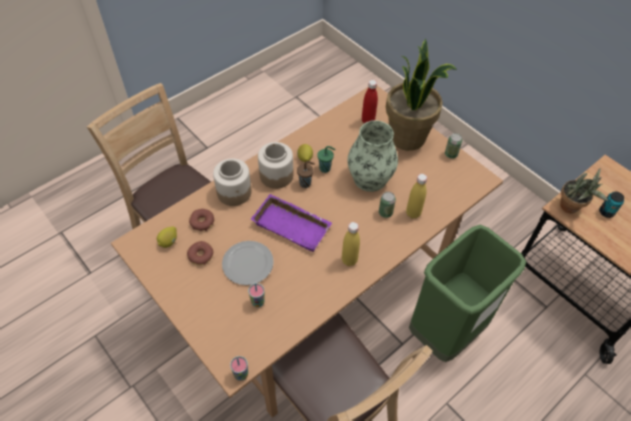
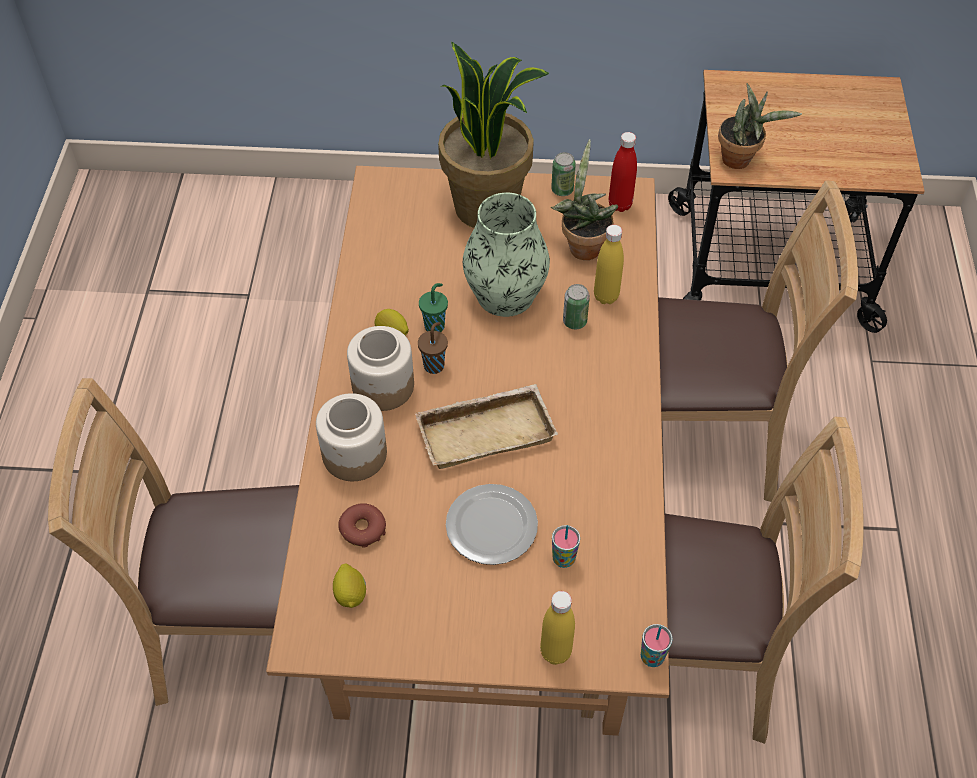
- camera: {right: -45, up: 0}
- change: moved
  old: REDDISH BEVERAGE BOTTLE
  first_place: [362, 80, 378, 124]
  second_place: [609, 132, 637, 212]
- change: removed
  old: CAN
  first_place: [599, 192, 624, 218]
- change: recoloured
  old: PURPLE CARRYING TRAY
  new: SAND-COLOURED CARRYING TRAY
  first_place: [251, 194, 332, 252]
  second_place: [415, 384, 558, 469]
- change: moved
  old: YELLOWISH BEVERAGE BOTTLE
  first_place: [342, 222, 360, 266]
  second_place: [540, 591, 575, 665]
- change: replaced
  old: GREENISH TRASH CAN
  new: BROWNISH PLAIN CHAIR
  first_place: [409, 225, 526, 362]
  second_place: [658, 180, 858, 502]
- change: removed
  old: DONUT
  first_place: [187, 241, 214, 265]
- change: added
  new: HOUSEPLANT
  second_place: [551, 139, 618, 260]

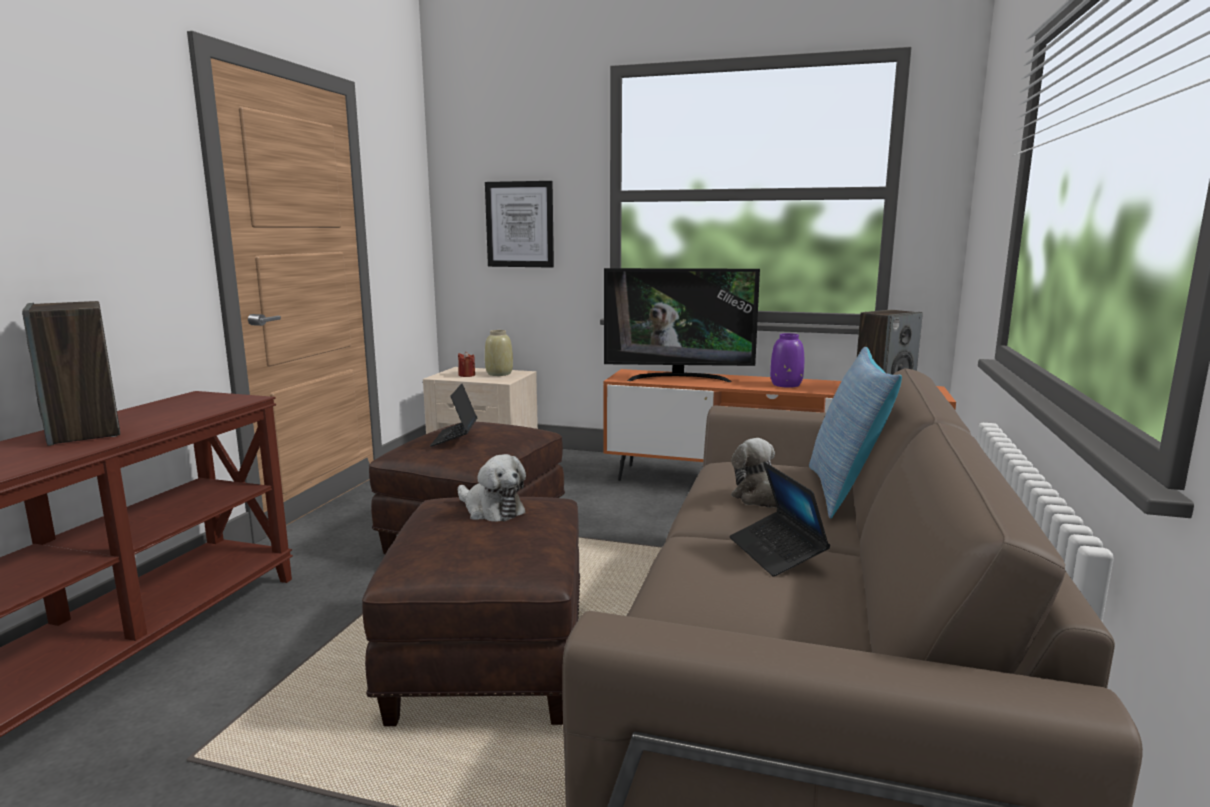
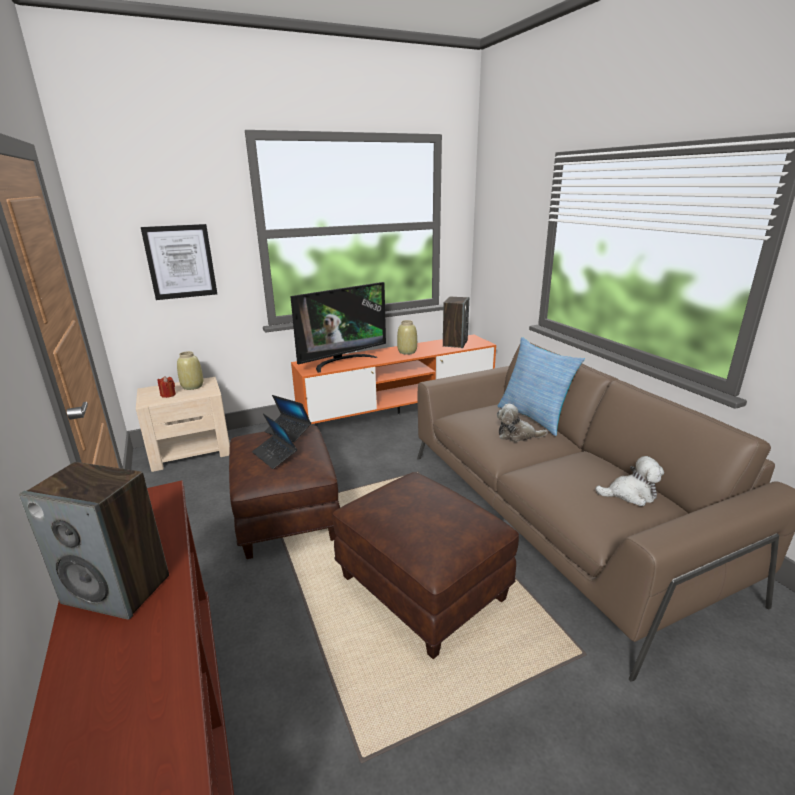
- camera: {right: -40, up: 10}
- change: recoloured
  old: PURPLE DECORATIVE VASE
  new: SAND-COLOURED DECORATIVE VASE
  first_place: [770, 333, 804, 388]
  second_place: [397, 320, 417, 355]
- change: moved
  old: CUDDLY TOY
  first_place: [458, 454, 526, 522]
  second_place: [595, 456, 664, 506]
- change: moved
  old: NOTEBOOK COMPUTER
  first_place: [729, 462, 830, 577]
  second_place: [265, 395, 311, 442]

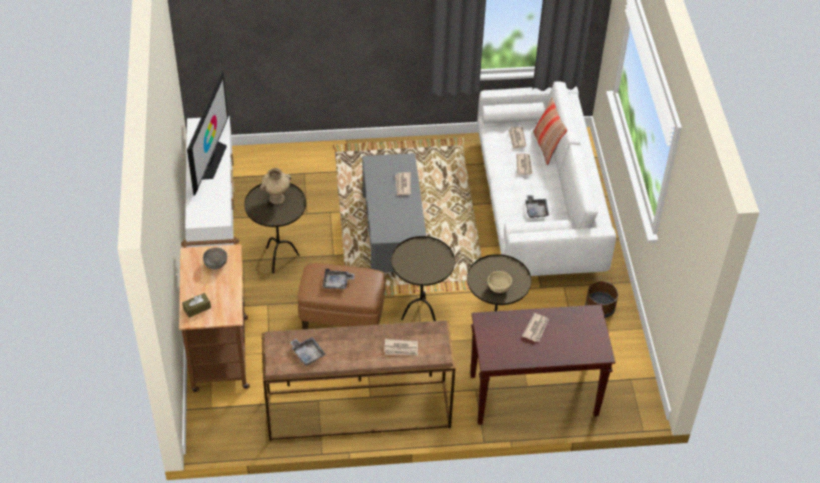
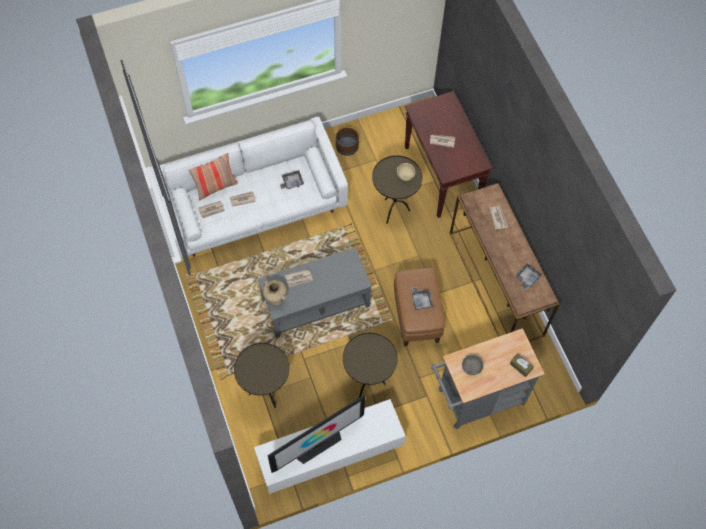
- camera: {right: -105, up: 15}
- change: turned
  old: TELEVISION
  first_place: [187, 71, 228, 196]
  second_place: [267, 395, 365, 473]
  degrees: 150
- change: moved
  old: SAND-COLOURED DECORATIVE VASE
  first_place: [260, 168, 292, 205]
  second_place: [262, 280, 287, 305]
- change: moved
  old: BROWNISH SIDE TABLE
  first_place: [391, 236, 455, 321]
  second_place: [234, 343, 289, 408]
- change: recoloured
  old: BROWNISH WHEELED CART
  new: GREYISH WHEELED CART
  first_place: [179, 237, 250, 392]
  second_place: [431, 328, 545, 429]

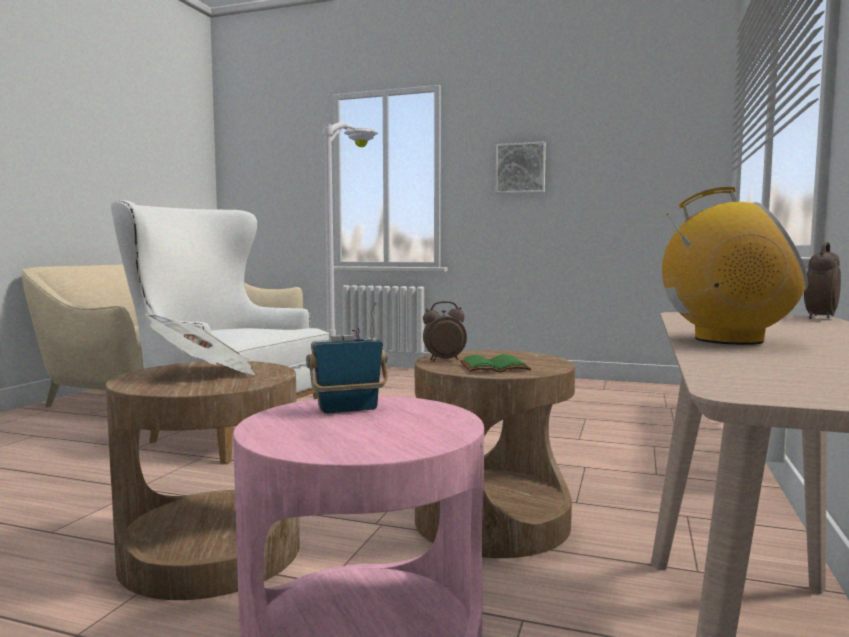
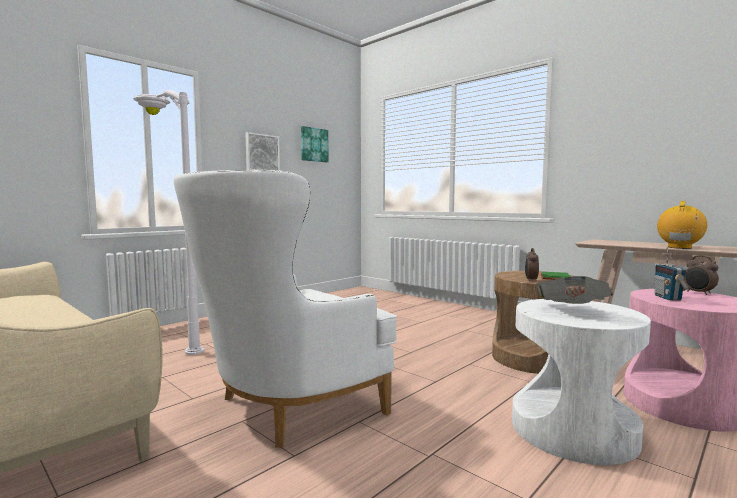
- camera: {right: -65, up: 0}
- change: moved
  old: ALARM CLOCK
  first_place: [804, 242, 841, 319]
  second_place: [685, 255, 719, 295]
- change: recoloured
  old: BROWNISH SIDE TABLE
  new: WHITISH SIDE TABLE
  first_place: [106, 361, 300, 600]
  second_place: [512, 299, 651, 465]
- change: added
  new: PICTURE
  second_place: [301, 126, 329, 162]

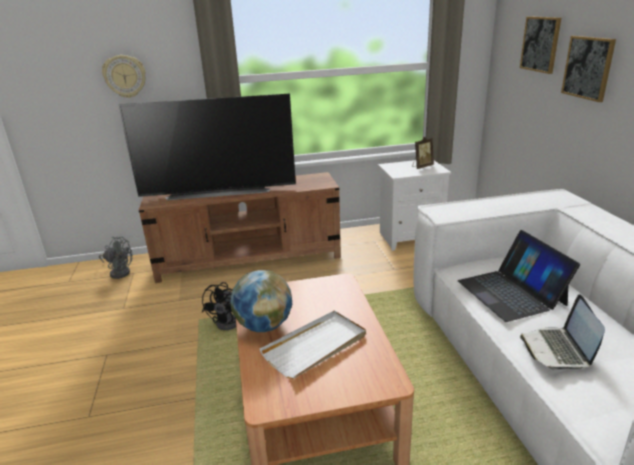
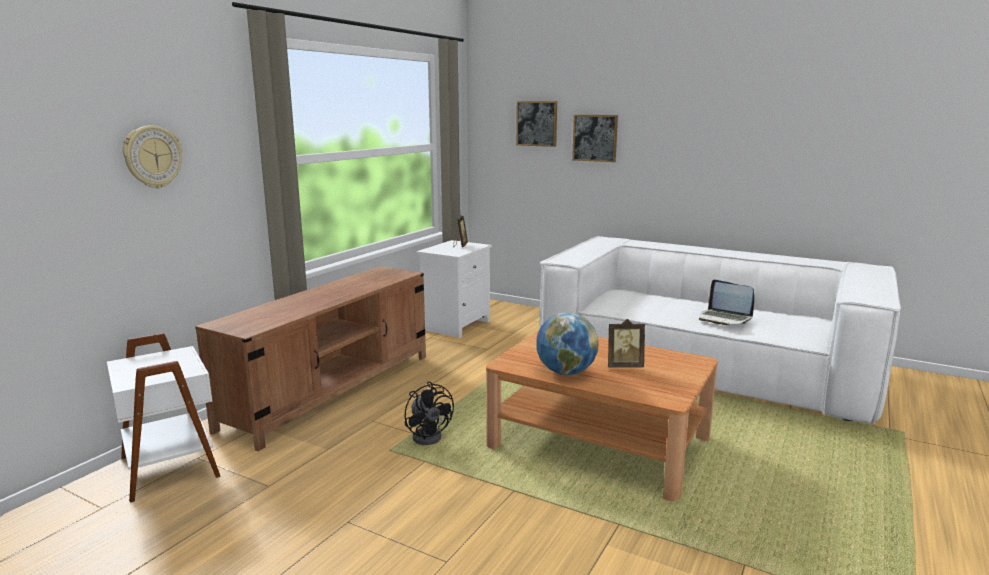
- camera: {right: -50, up: -10}
- change: removed
  old: TELEVISION
  first_place: [118, 94, 296, 200]
- change: removed
  old: NOTEBOOK COMPUTER
  first_place: [458, 230, 580, 322]
- change: replaced
  old: GREYISH ELECTRIC FAN
  new: WHITISH SIDE TABLE
  first_place: [99, 236, 133, 279]
  second_place: [107, 333, 220, 502]
- change: replaced
  old: WHITISH CARRYING TRAY
  new: STANDING FRAME
  first_place: [259, 310, 366, 379]
  second_place: [608, 319, 645, 368]

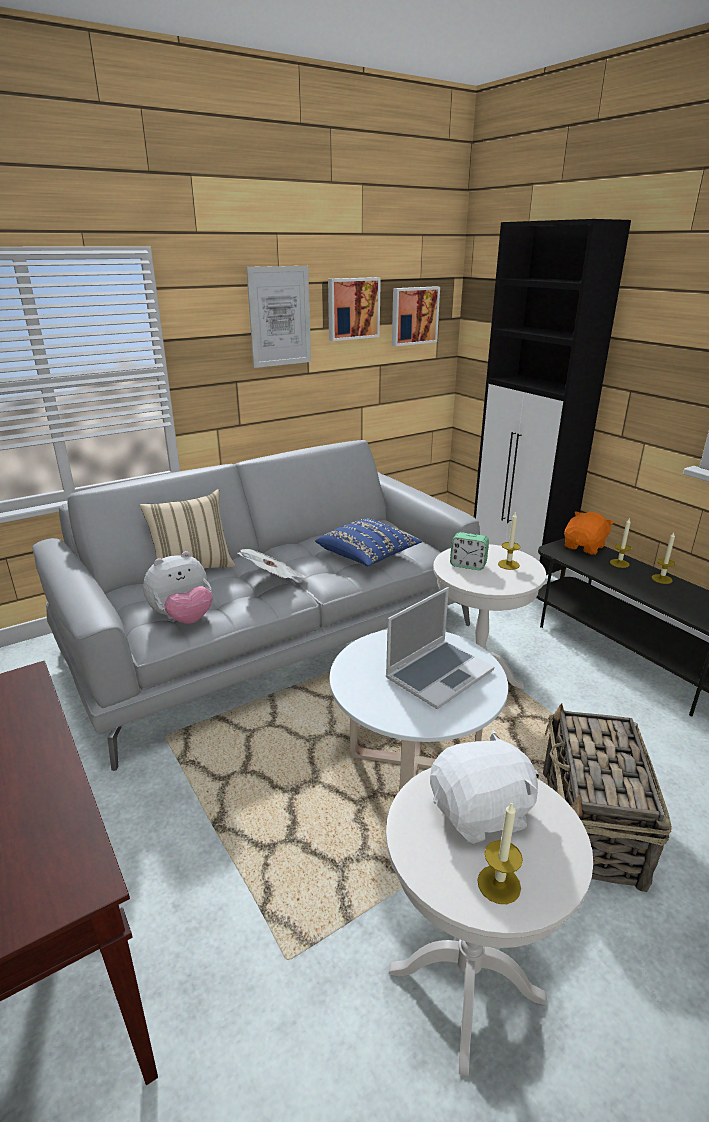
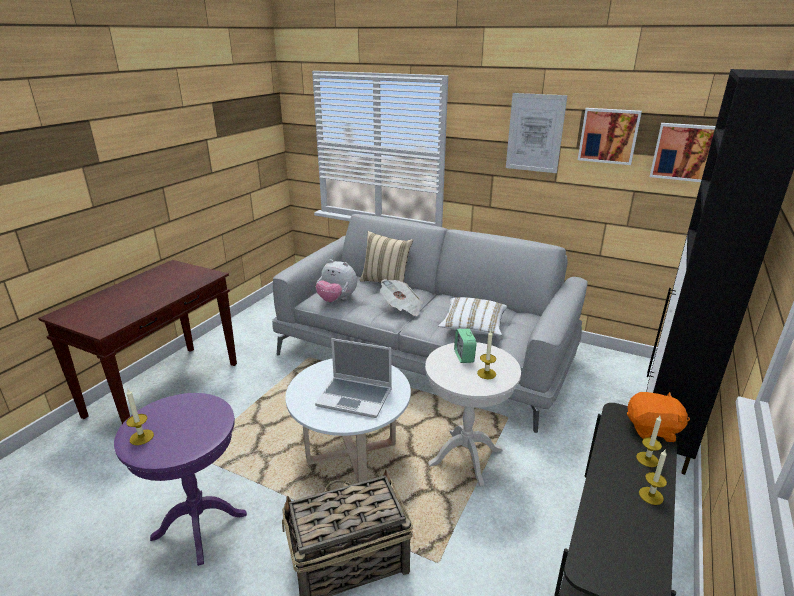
- camera: {right: 60, up: 0}
- change: recoloured
  old: BLUE-COLOURED CUSHION
  new: WHITISH CUSHION
  first_place: [315, 518, 422, 566]
  second_place: [438, 297, 507, 336]
- change: removed
  old: WHITISH CUDDLY TOY
  first_place: [430, 730, 539, 844]
- change: recoloured
  old: WHITISH SIDE TABLE
  new: PURPLE SIDE TABLE
  first_place: [386, 768, 593, 1076]
  second_place: [114, 393, 247, 566]

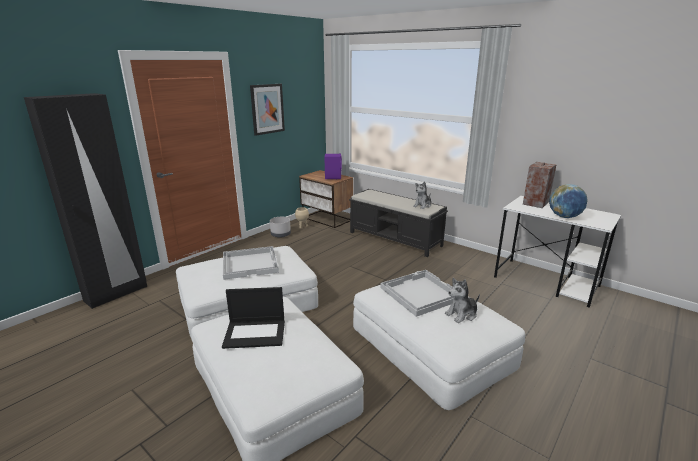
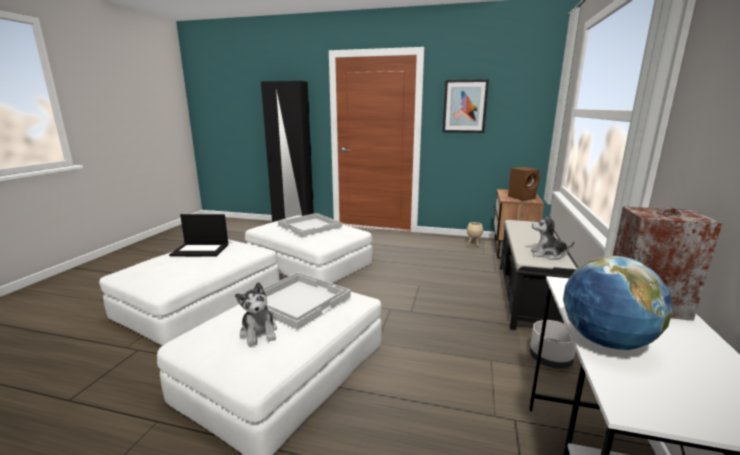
- camera: {right: 65, up: -5}
- change: recoloured
  old: PURPLE LOUDSPEAKER
  new: BROWNISH LOUDSPEAKER
  first_place: [324, 154, 342, 179]
  second_place: [508, 167, 540, 201]
- change: moved
  old: GREYISH PLANT POT
  first_place: [270, 217, 291, 238]
  second_place: [530, 320, 576, 369]
- change: turned
  old: CUDDLY TOY
  first_place: [445, 278, 480, 323]
  second_place: [235, 282, 277, 346]
  degrees: -150
- change: turned
  old: NOTEBOOK COMPUTER
  first_place: [222, 287, 285, 349]
  second_place: [169, 214, 228, 256]
  degrees: -60

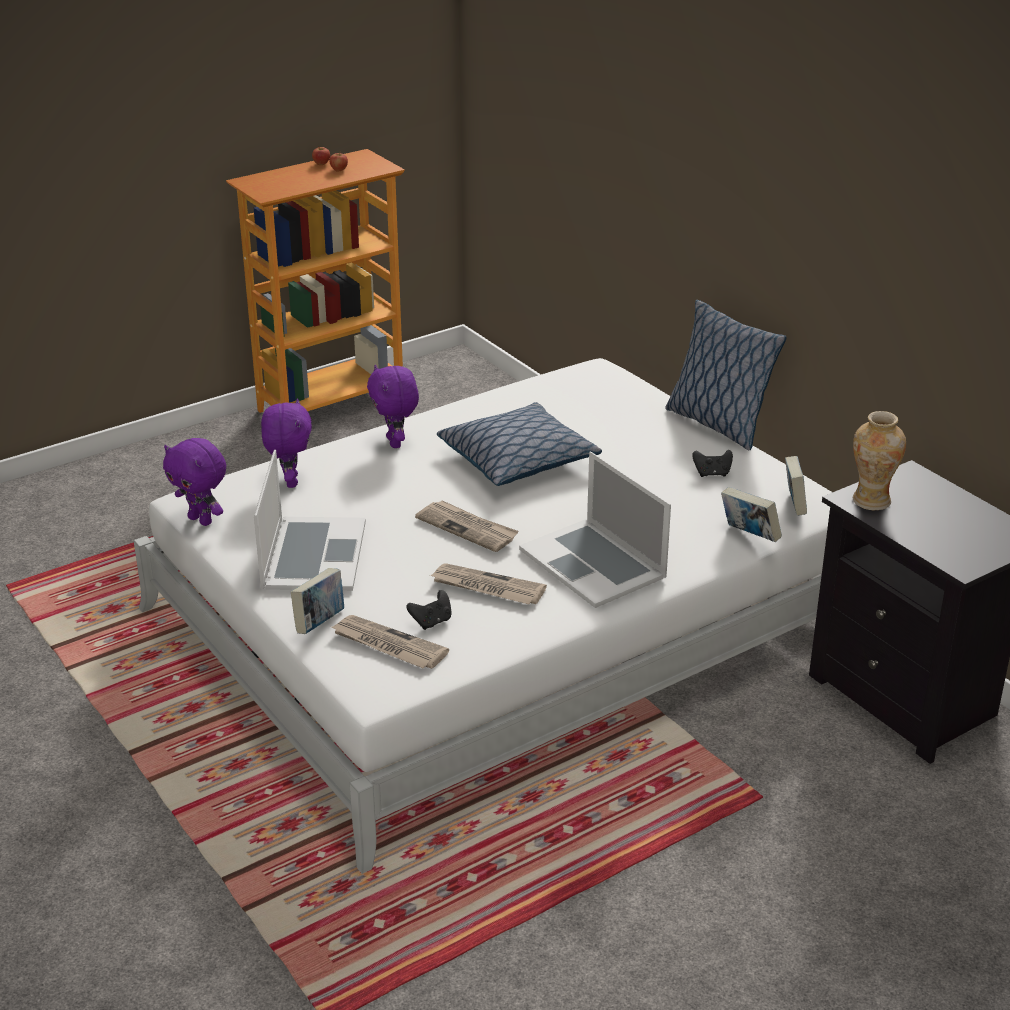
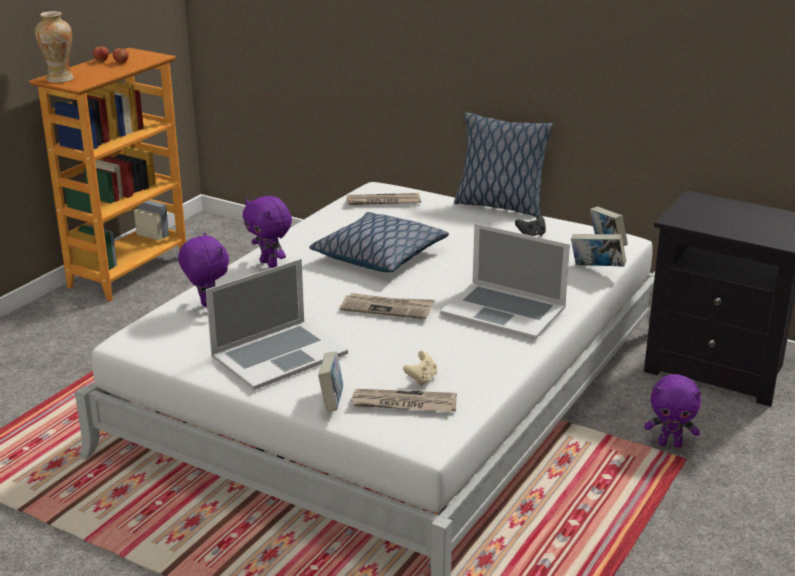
- camera: {right: -25, up: -5}
- change: moved
  old: DECORATIVE VASE
  first_place: [853, 411, 906, 510]
  second_place: [35, 11, 74, 83]
- change: moved
  old: PURPLE CUDDLY TOY
  first_place: [163, 438, 226, 526]
  second_place: [645, 374, 701, 448]
- change: turned
  old: NOTEBOOK COMPUTER
  first_place: [254, 450, 366, 591]
  second_place: [206, 259, 348, 390]
  degrees: 75
- change: moved
  old: NEWSPAPER
  first_place: [430, 563, 547, 604]
  second_place: [346, 193, 421, 205]
- change: recoloured
  old: BLACK GAMEPAD
  new: SAND-COLOURED GAMEPAD
  first_place: [406, 590, 452, 630]
  second_place: [403, 351, 437, 386]

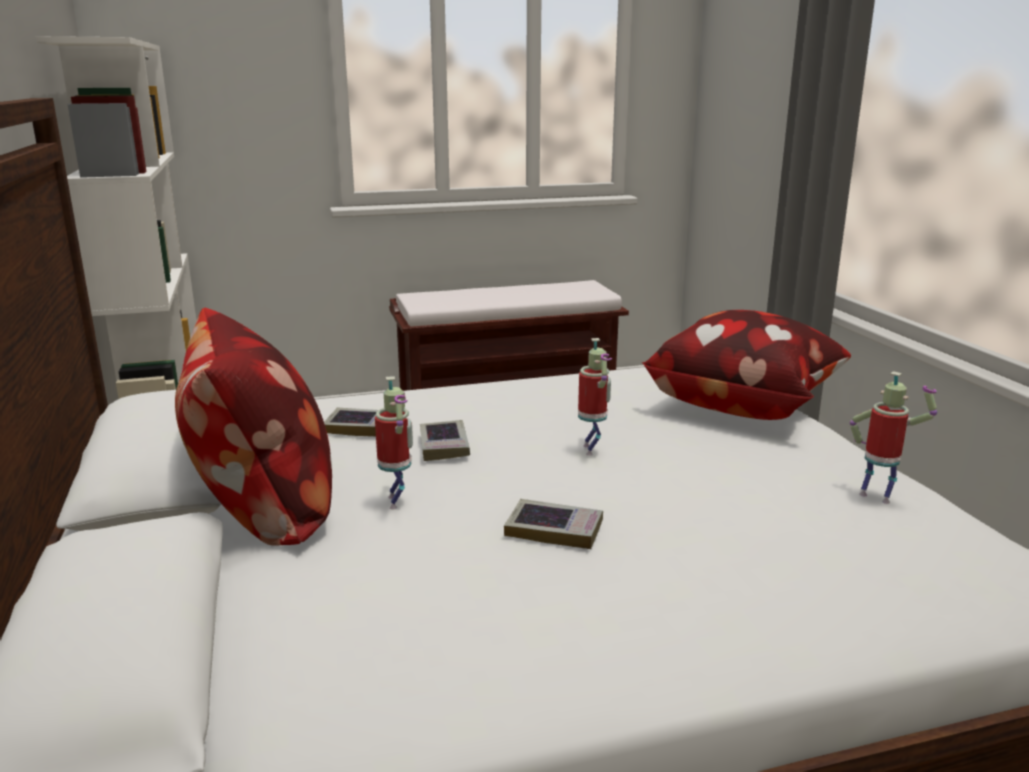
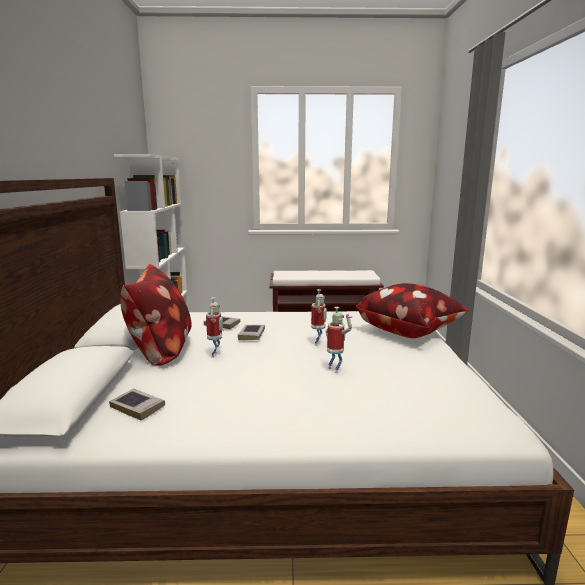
- camera: {right: 15, up: -5}
- change: moved
  old: MODEL ROBOT
  first_place: [850, 371, 937, 504]
  second_place: [326, 307, 352, 373]
- change: moved
  old: BOUND BOOK
  first_place: [504, 499, 603, 549]
  second_place: [109, 389, 165, 420]

